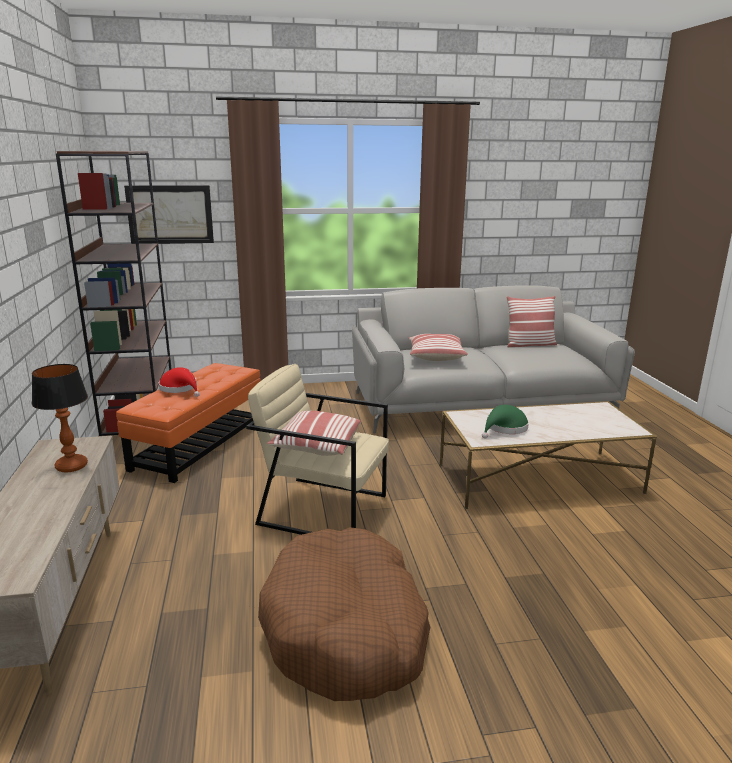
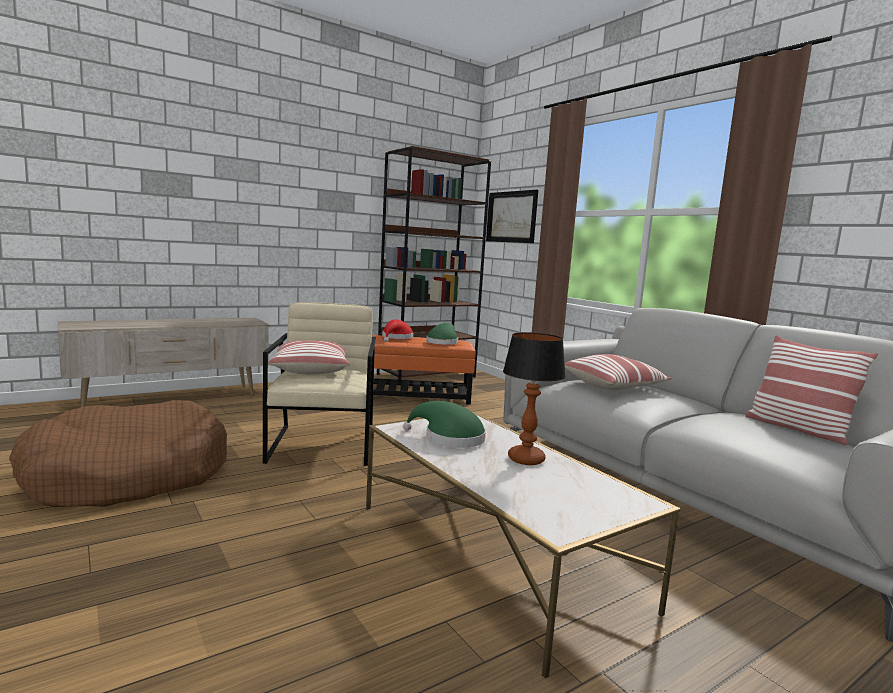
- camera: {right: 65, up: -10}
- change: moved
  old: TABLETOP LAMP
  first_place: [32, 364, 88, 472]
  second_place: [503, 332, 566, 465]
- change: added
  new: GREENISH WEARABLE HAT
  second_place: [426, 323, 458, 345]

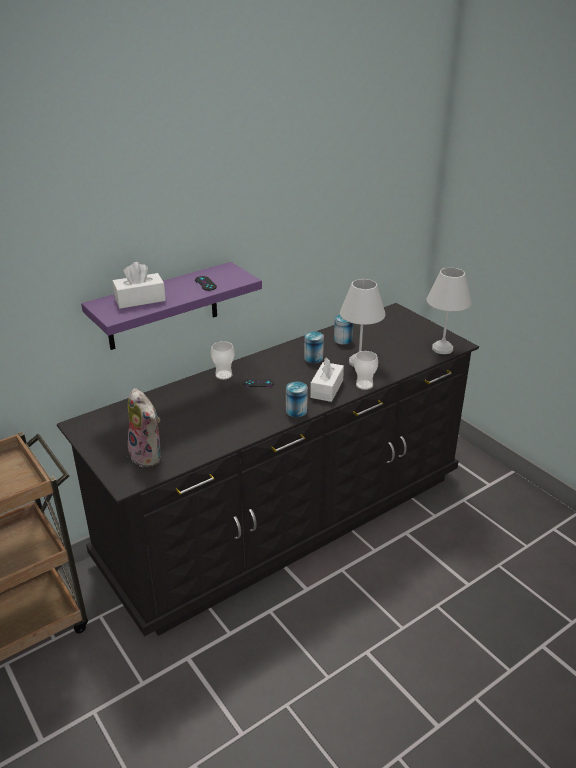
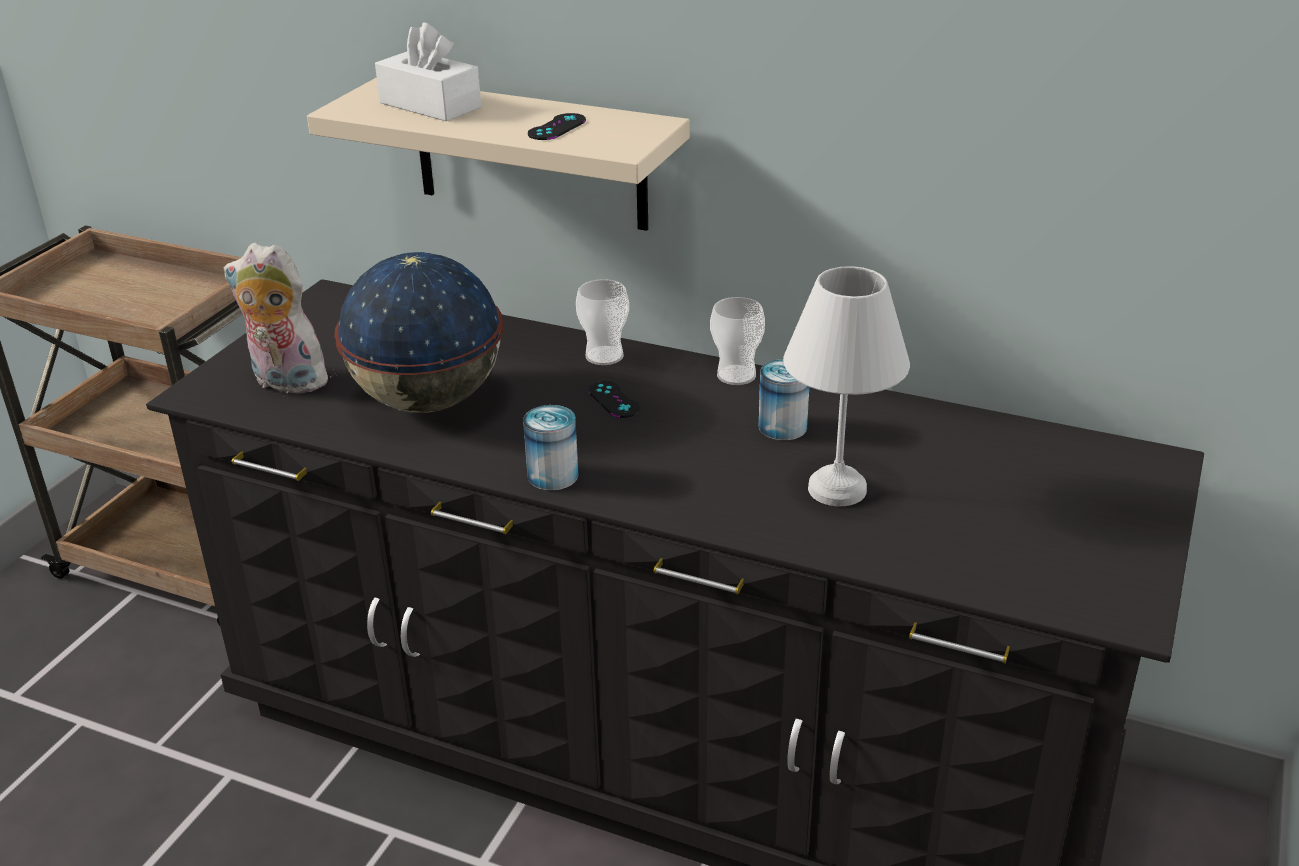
- camera: {right: 60, up: 0}
- change: recoloured
  old: PURPLE BRACKET SHELF
  new: SAND-COLOURED BRACKET SHELF
  first_place: [81, 262, 262, 350]
  second_place: [307, 78, 690, 231]
- change: removed
  old: WHITISH TABLETOP LAMP
  first_place: [426, 267, 471, 354]
- change: removed
  old: CAN
  first_place: [334, 314, 353, 345]
- change: moved
  old: DRINKING CUP
  first_place: [354, 351, 378, 390]
  second_place: [710, 297, 765, 385]
- change: removed
  old: WHITISH BOX OF TISSUES
  first_place: [310, 358, 344, 402]
- change: turned
  old: CUDDLY TOY
  first_place: [128, 388, 162, 467]
  second_place: [224, 243, 337, 397]
  degrees: 90
- change: added
  new: WORLD GLOBE
  second_place: [334, 252, 504, 413]

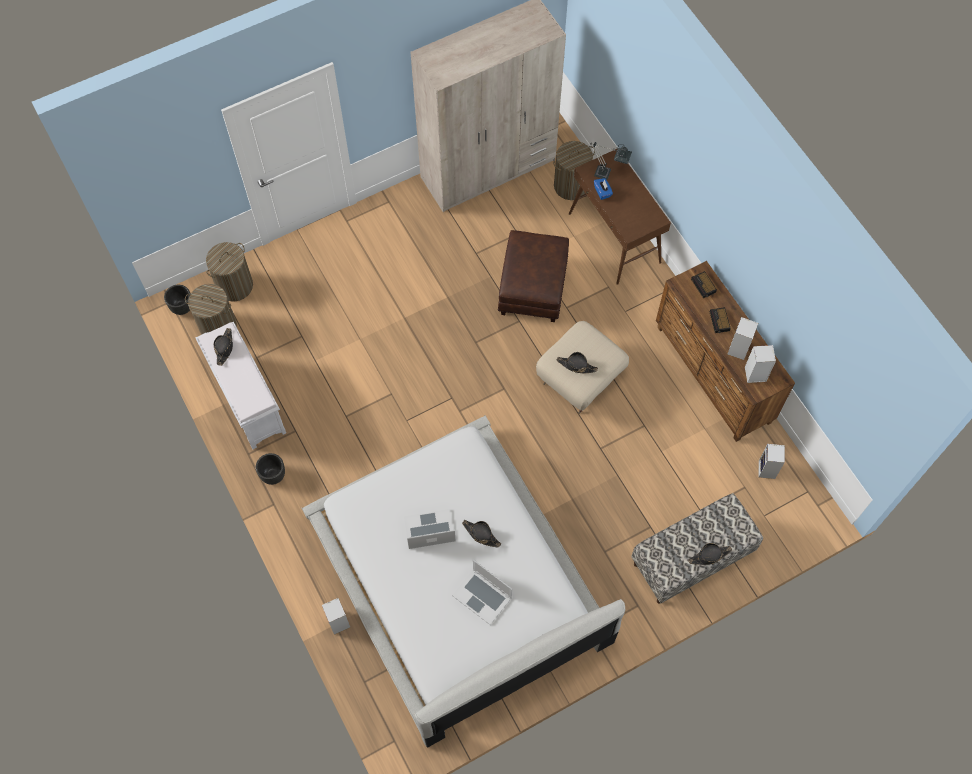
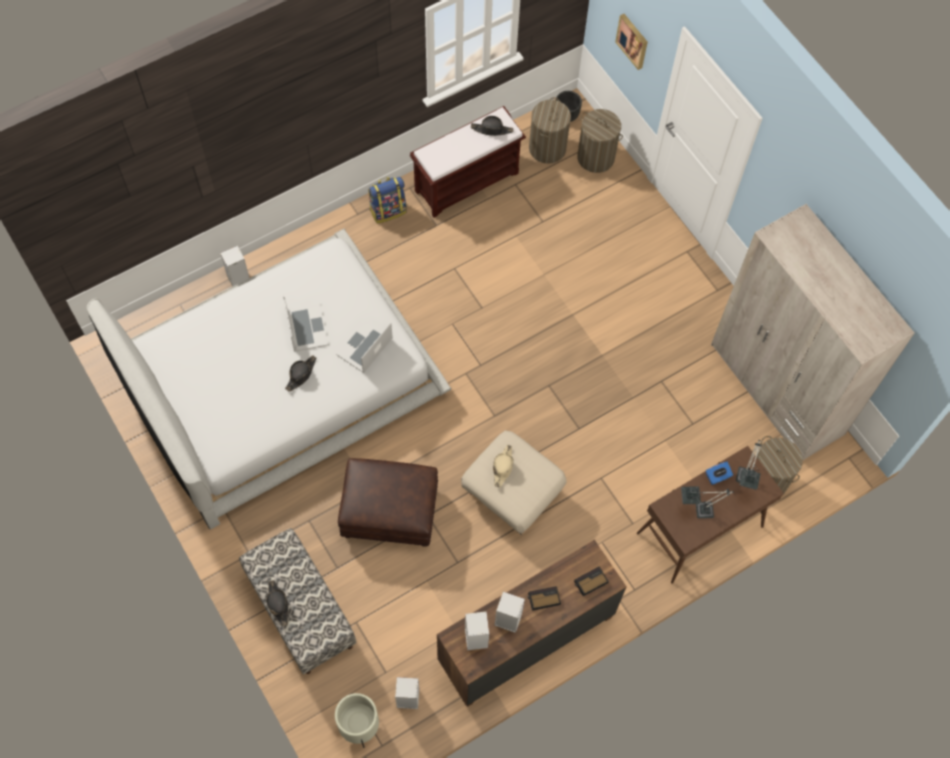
- camera: {right: 85, up: 0}
- change: moved
  old: BROWNISH POUFFE
  first_place: [498, 230, 569, 322]
  second_place: [338, 458, 438, 547]
- change: recoloured
  old: WHITISH INDOOR BENCH
  new: BROWNISH INDOOR BENCH
  first_place: [196, 322, 286, 449]
  second_place: [410, 106, 526, 218]
- change: recoloured
  old: BLACK WEARABLE HAT
  new: SAND-COLOURED WEARABLE HAT
  first_place: [556, 352, 598, 373]
  second_place: [493, 445, 514, 488]
- change: replaced
  old: BLACK PLANT POT
  new: BACKPACK
  first_place: [256, 453, 285, 485]
  second_place: [368, 177, 406, 224]
- change: moved
  old: NOTEBOOK COMPUTER
  first_place: [452, 560, 512, 625]
  second_place: [336, 320, 393, 373]
- change: added
  new: PICTURE
  second_place: [615, 14, 648, 70]
- change: added
  new: TABLETOP LAMP
  second_place: [681, 486, 734, 518]
- change: added
  new: SAND-COLOURED PLANT POT
  second_place: [335, 693, 379, 748]

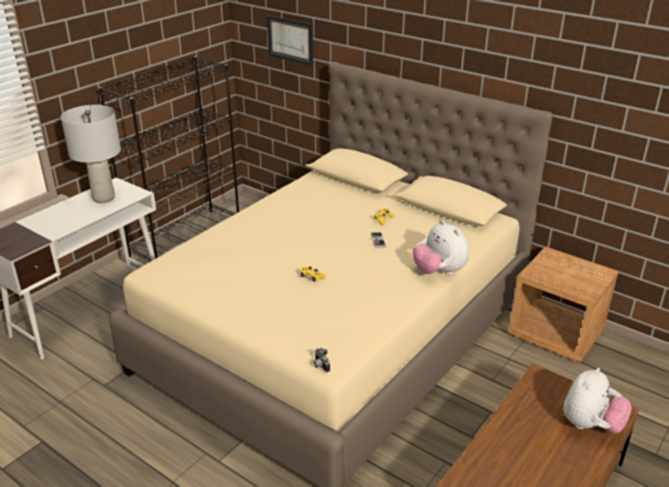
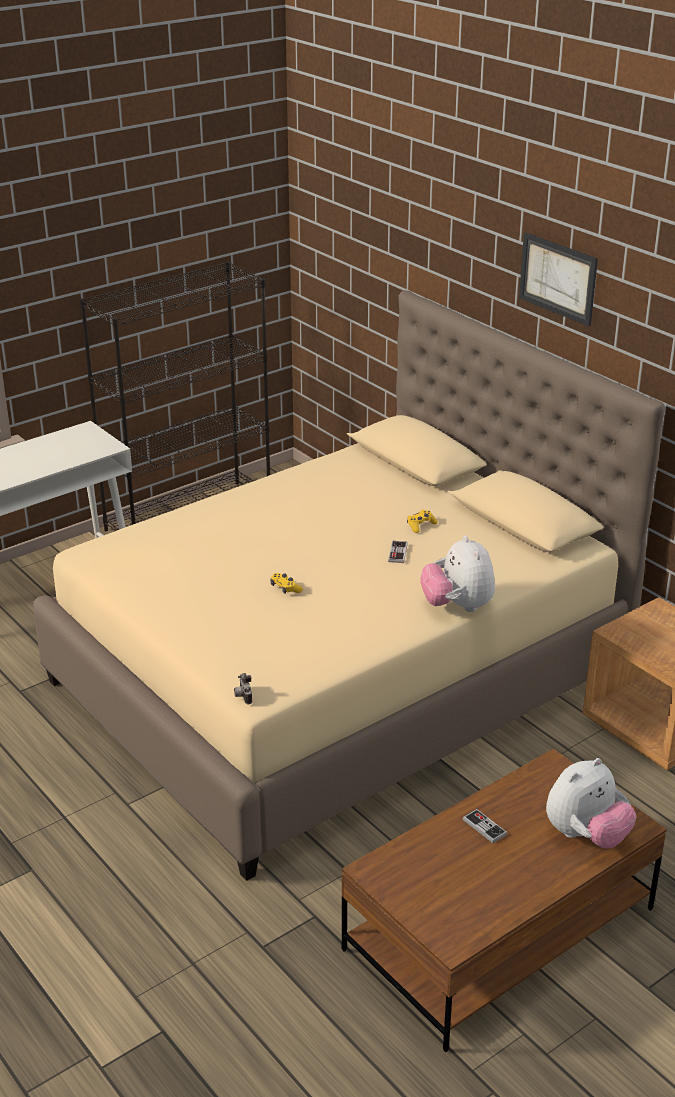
- camera: {right: 15, up: 0}
- change: moved
  old: PICTURE
  first_place: [267, 15, 313, 66]
  second_place: [519, 233, 598, 327]
- change: removed
  old: GREYISH TABLETOP LAMP
  first_place: [61, 105, 121, 203]
- change: added
  new: GAMEPAD
  second_place: [463, 809, 507, 843]

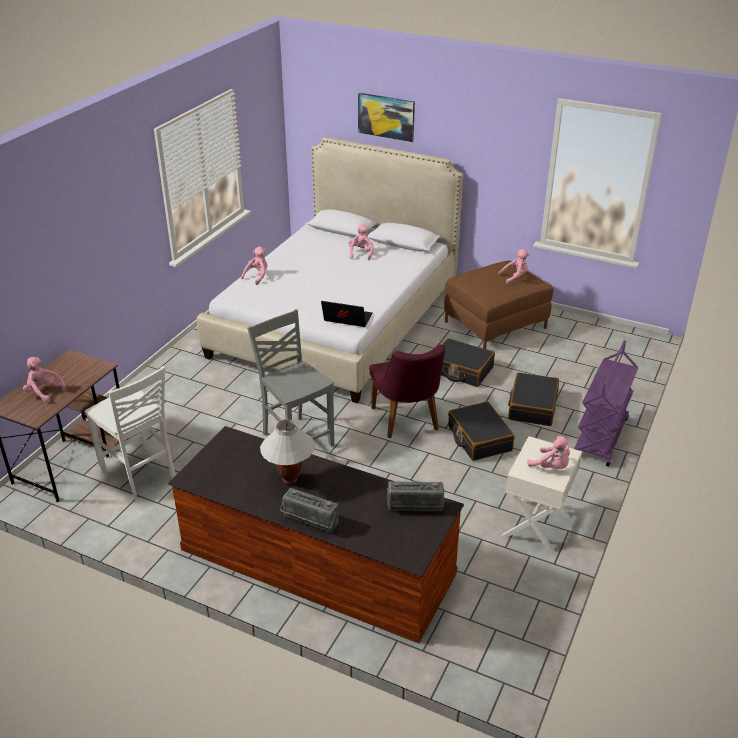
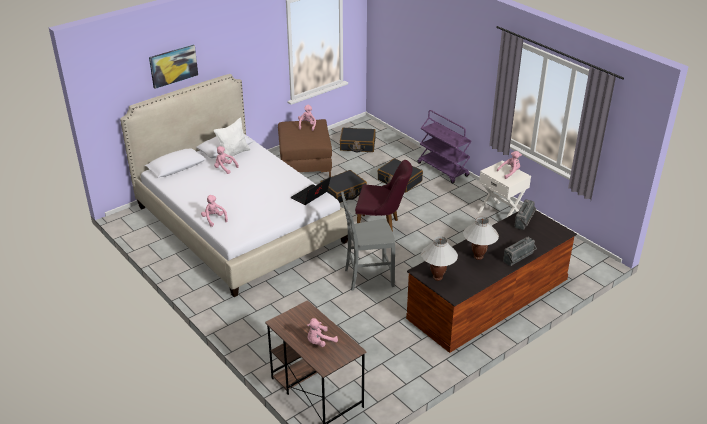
- camera: {right: -65, up: 0}
- change: removed
  old: WHITISH PLAIN CHAIR
  first_place: [85, 366, 176, 500]
- change: moved
  old: BLACK SUITCASE
  first_place: [448, 401, 515, 461]
  second_place: [340, 128, 376, 152]
- change: added
  new: WHITISH CUSHION
  second_place: [214, 117, 251, 160]
- change: added
  new: WHITISH TABLETOP LAMP
  second_place: [421, 236, 458, 281]

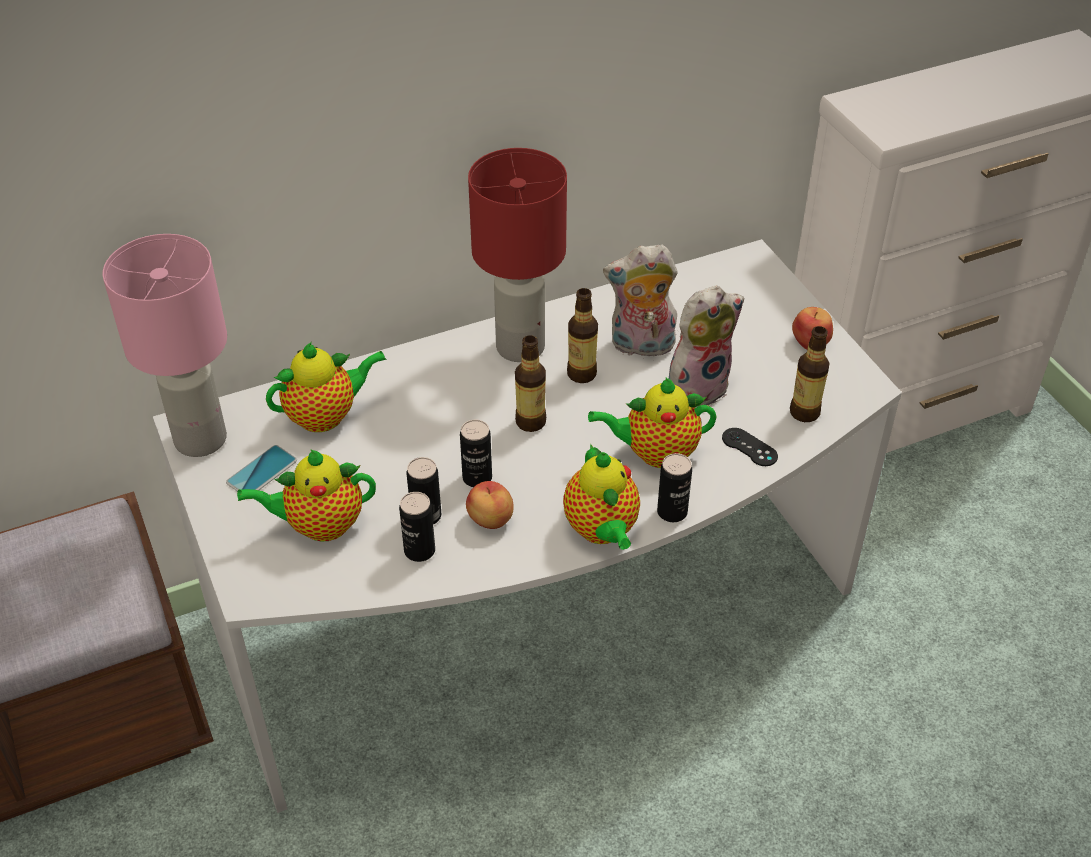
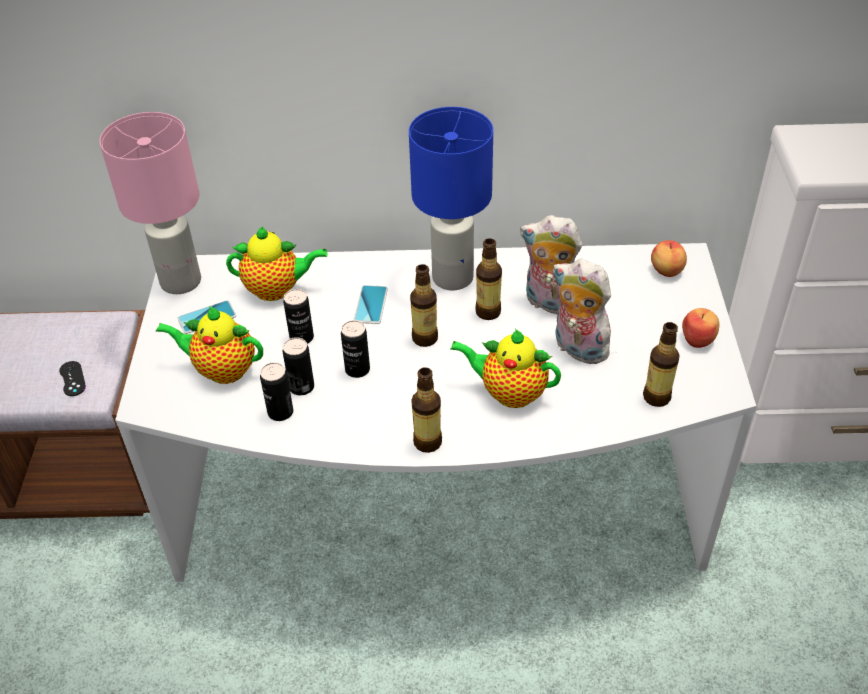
- camera: {right: 25, up: 0}
- change: recoloured
  old: REDDISH TABLETOP LAMP
  new: BLUE-COLOURED TABLETOP LAMP
  first_place: [468, 148, 567, 362]
  second_place: [409, 107, 493, 290]
- change: turned
  old: CUDDLY TOY
  first_place: [669, 286, 744, 407]
  second_place: [552, 259, 615, 364]
  degrees: -135
- change: moved
  old: BLACK GAMEPAD
  first_place: [722, 428, 778, 466]
  second_place: [59, 361, 86, 396]
- change: replaced
  old: POT FOR TEA
  new: BEVERAGE BOTTLE
  first_place: [563, 444, 640, 550]
  second_place: [411, 367, 442, 453]
- change: moved
  old: CAN
  first_place: [657, 453, 692, 522]
  second_place: [283, 289, 314, 344]
- change: moved
  old: APPLE
  first_place: [466, 481, 514, 529]
  second_place: [651, 240, 687, 277]
- change: added
  new: HANDSET
  second_place: [354, 285, 388, 324]

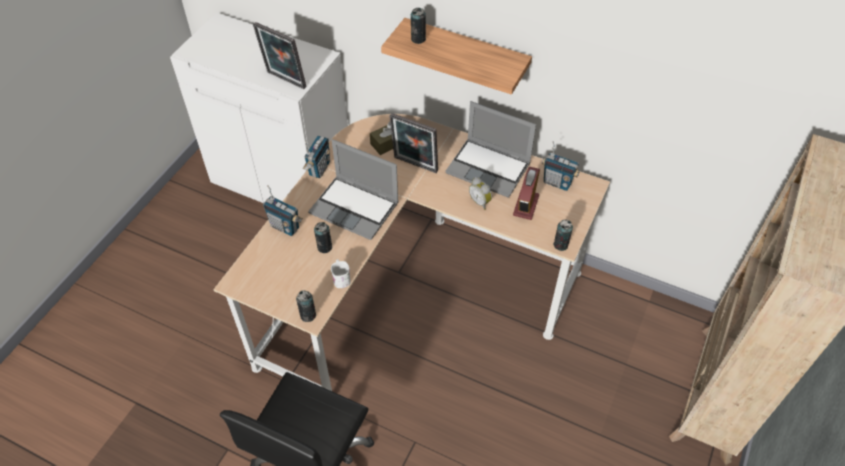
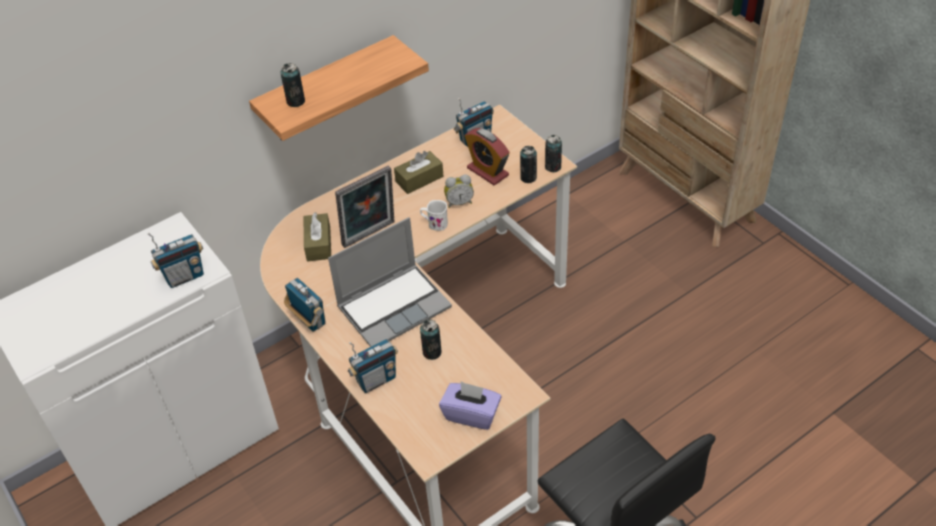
- camera: {right: -60, up: -5}
- change: replaced
  old: STANDING FRAME
  new: RADIO SET
  first_place: [253, 22, 306, 89]
  second_place: [147, 233, 204, 288]
- change: replaced
  old: NOTEBOOK COMPUTER
  new: BROWNISH BOX OF TISSUES
  first_place: [445, 101, 536, 198]
  second_place: [394, 151, 443, 194]
- change: moved
  old: WHITISH MUG
  first_place: [331, 259, 351, 288]
  second_place: [420, 200, 448, 231]
- change: moved
  old: CAN
  first_place: [296, 290, 316, 322]
  second_place: [520, 146, 537, 183]
- change: added
  new: PURPLE BOX OF TISSUES
  second_place: [439, 381, 502, 430]

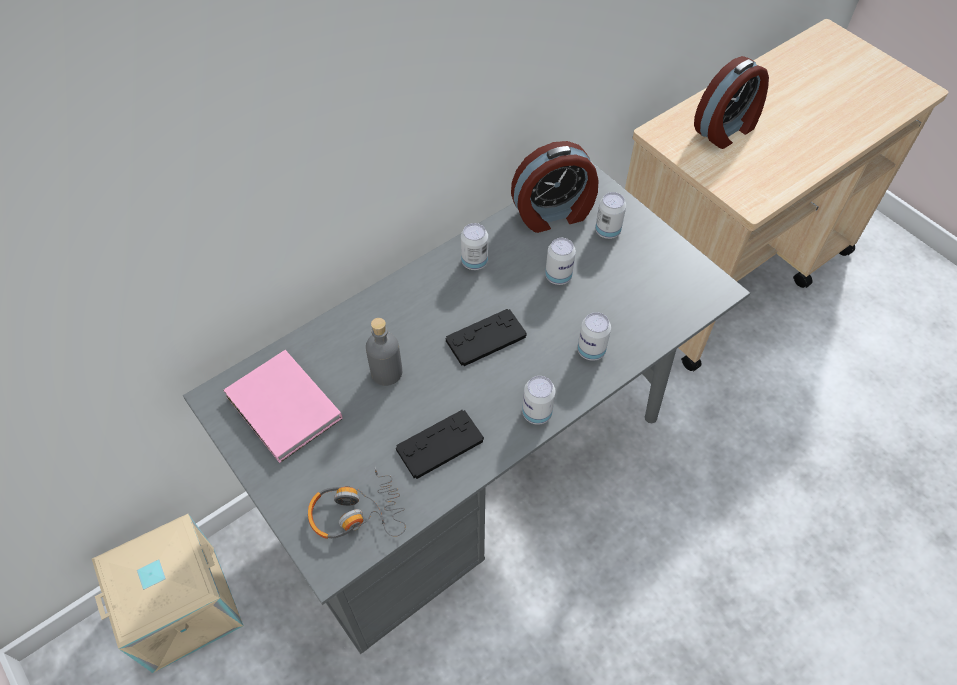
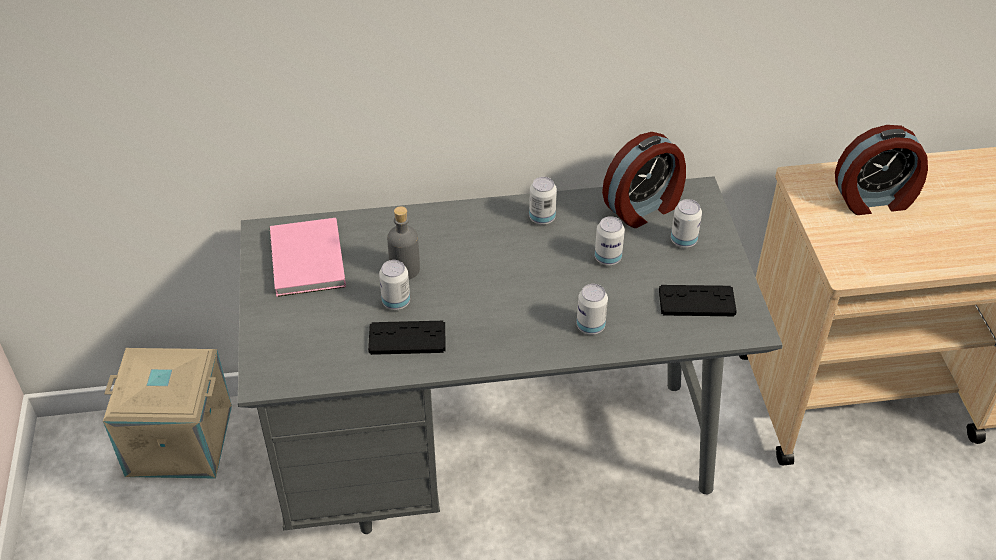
- camera: {right: 30, up: -10}
- change: turned
  old: ALARM CLOCK
  first_place: [511, 141, 599, 233]
  second_place: [602, 132, 686, 228]
  degrees: -45
- change: moved
  old: BLACK GAMEPAD
  first_place: [446, 309, 527, 366]
  second_place: [659, 285, 737, 316]
- change: moved
  old: CAN
  first_place: [522, 376, 555, 425]
  second_place: [379, 260, 410, 310]
- change: removed
  old: HEADSET
  first_place: [308, 466, 406, 539]

